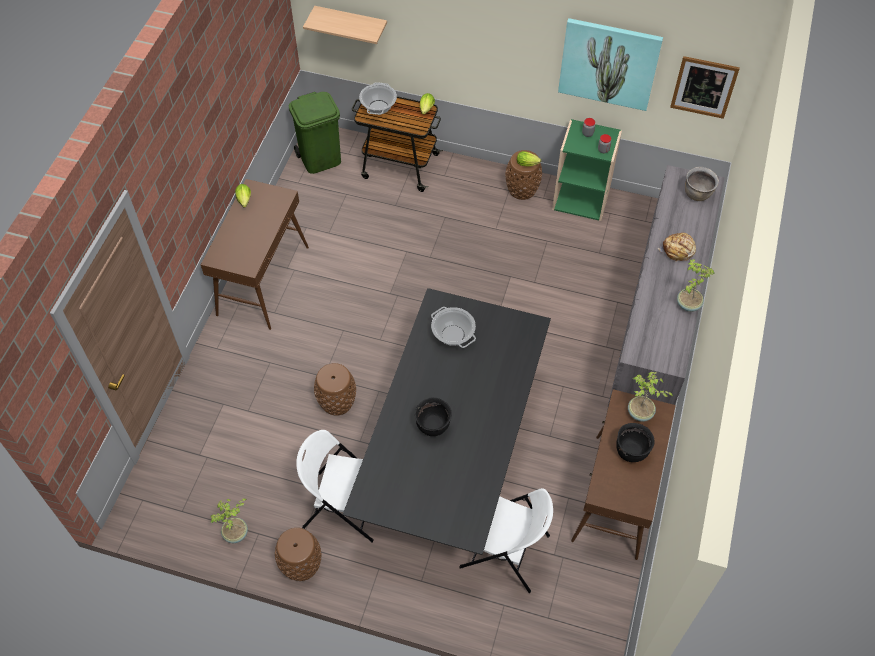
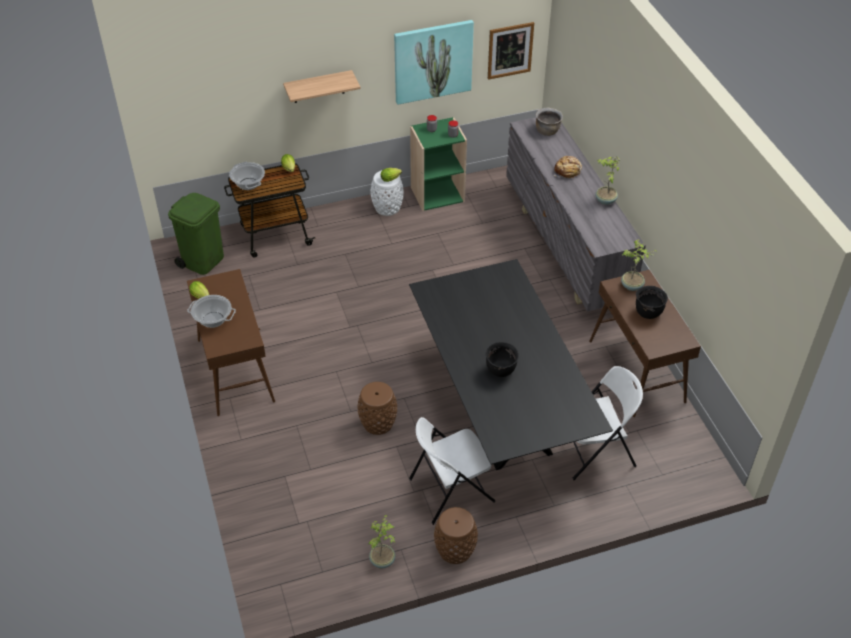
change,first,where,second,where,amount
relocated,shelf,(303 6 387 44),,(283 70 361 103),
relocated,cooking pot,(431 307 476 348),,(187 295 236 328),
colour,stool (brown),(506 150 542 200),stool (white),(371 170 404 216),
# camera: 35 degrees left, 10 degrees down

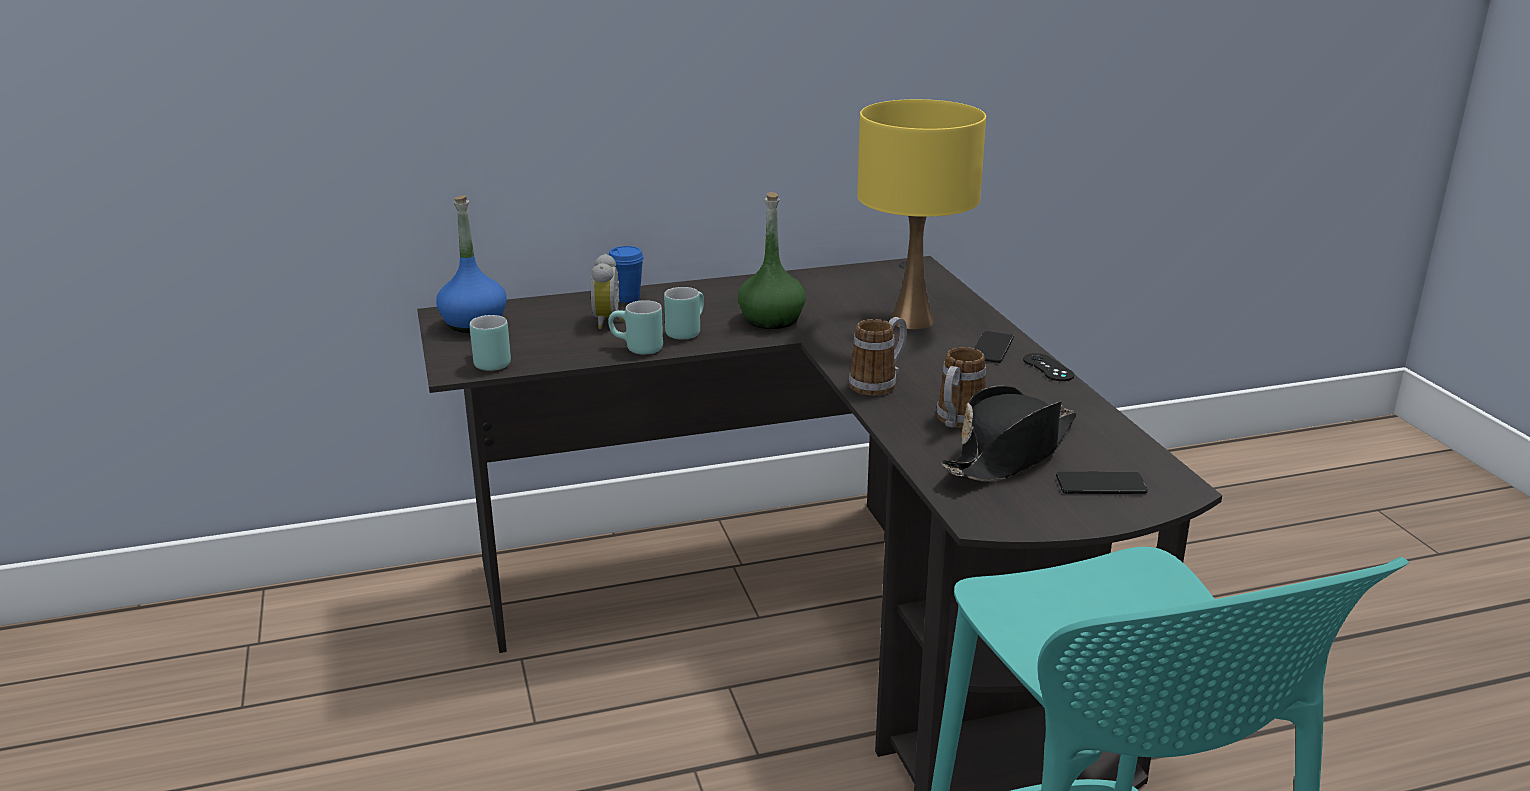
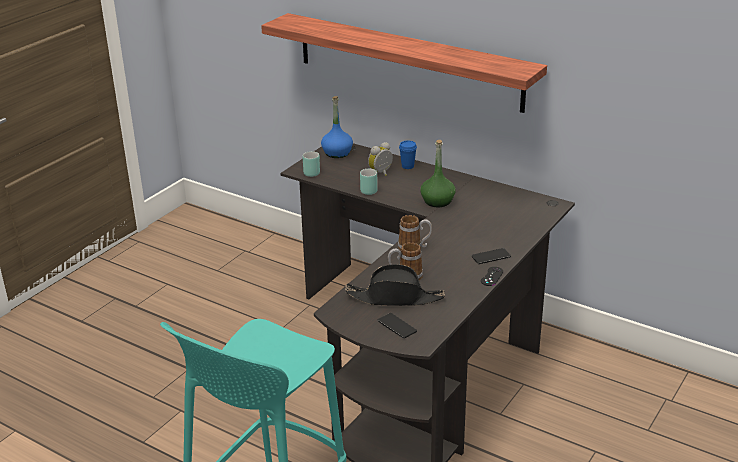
change,first,where,second,where,amount
missing,mug (turquoise),(664 287 704 340),,,
missing,table lamp (yellow),(857 99 986 329),,,
appeared,,,shelf,(261 13 547 113),
# camera: 50 degrees right, 5 degrees up

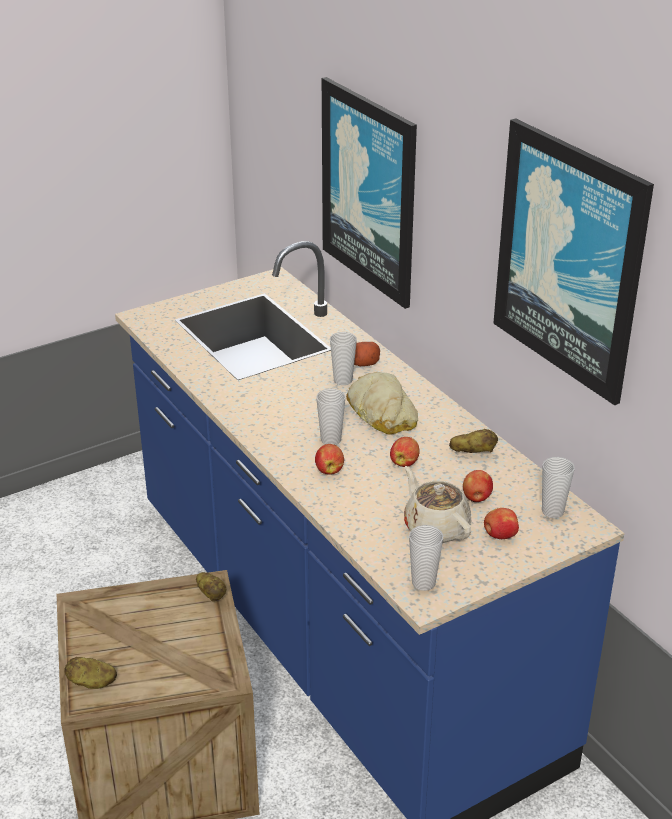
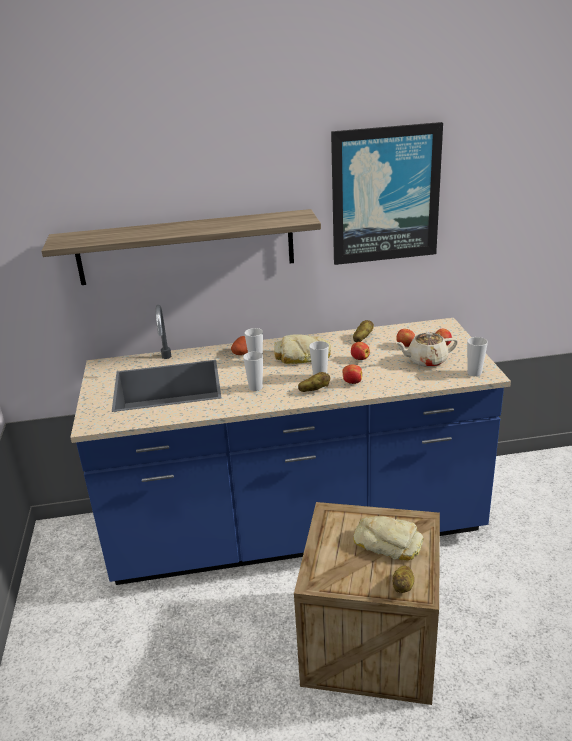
change,first,where,second,where,amount
appeared,,,bread,(354 516 423 561),
relocated,potato,(196 572 226 602),,(298 372 330 392),
relocated,cup,(542 457 575 518),,(243 352 263 391),
exchanged,picture,(322 77 417 309),shelf,(41 209 321 285),
# camera: 65 degrees left, 5 degrees down

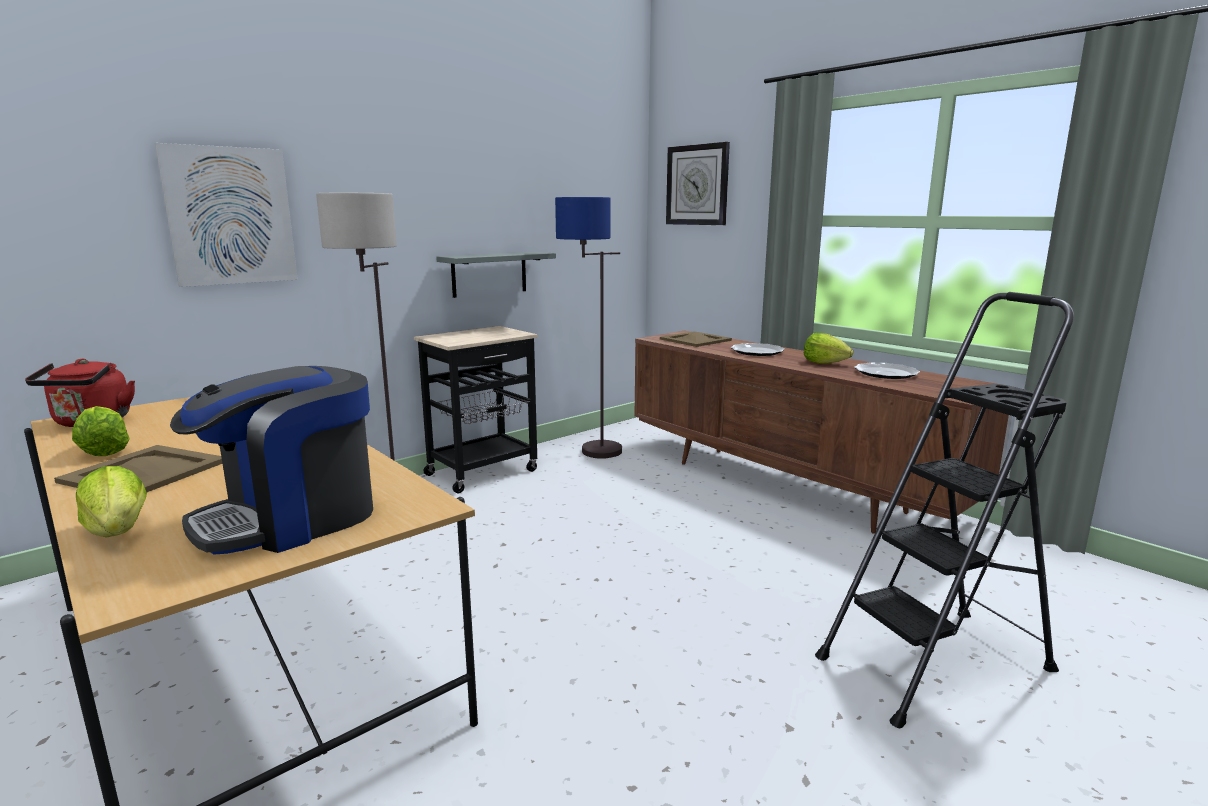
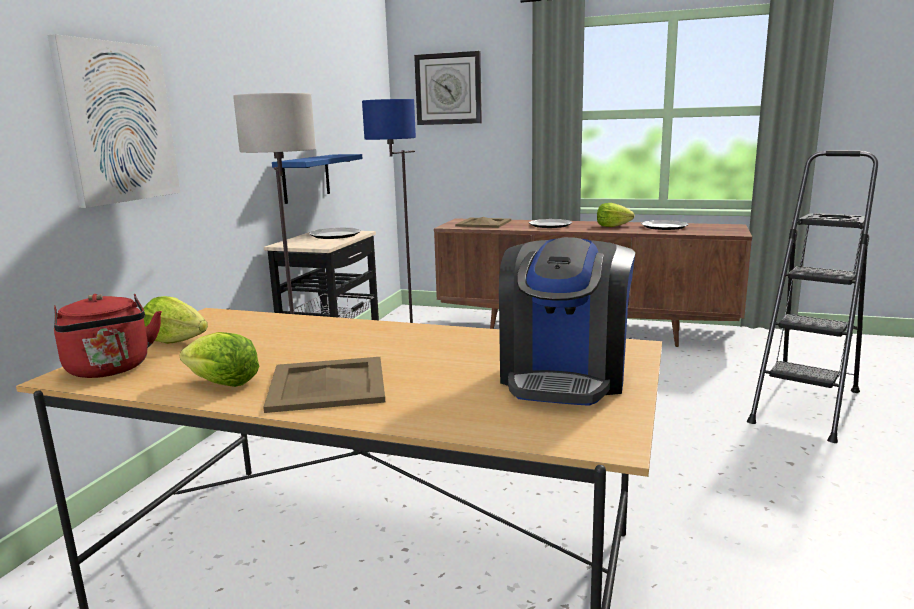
change,first,where,second,where,amount
appeared,,,plate,(309 227 361 239),
relocated,lettuce,(76 466 147 537),,(143 296 208 344),
colour,shelf (grey),(436 252 556 298),shelf (blue),(272 154 363 204),
# camera: 30 degrees left, 0 degrees up

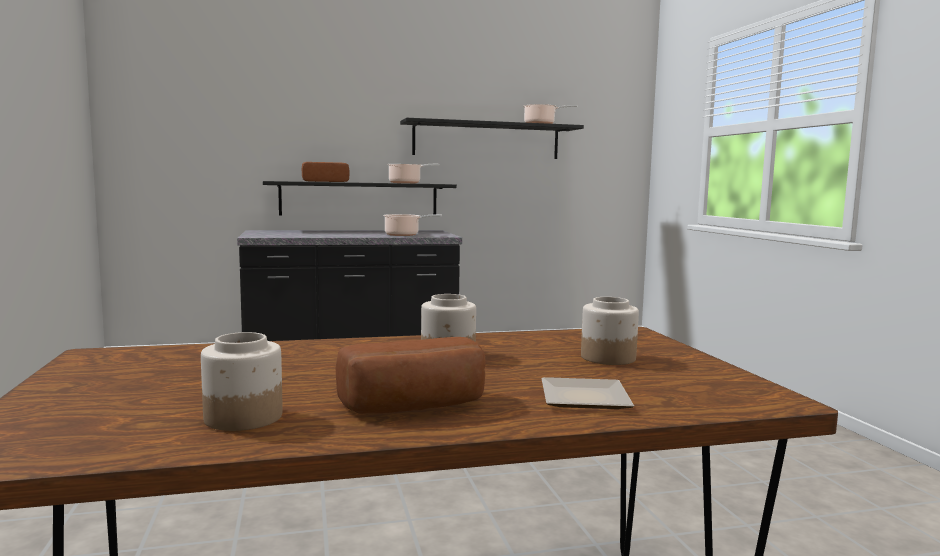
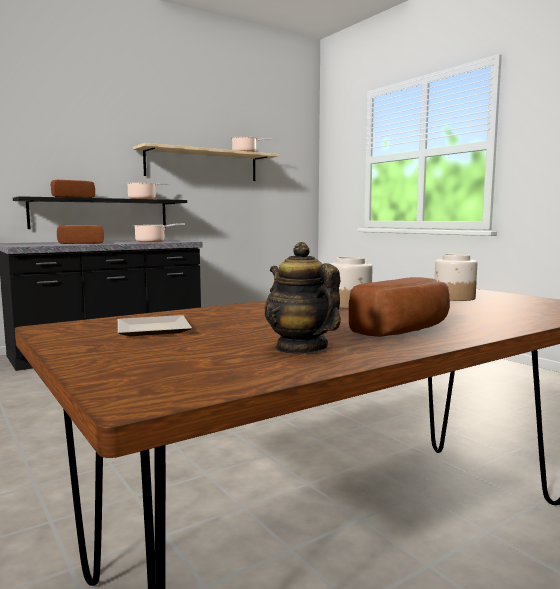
change,first,where,second,where,amount
appeared,,,bread,(57 225 104 244),
relocated,plate,(541 377 634 409),,(118 315 192 336),
exchanged,jar,(201 332 283 431),teapot,(265 242 341 354),
colour,shelf (black),(400 118 584 159),shelf (beige),(133 143 279 181),
# camera: 20 degrees left, 0 degrees up

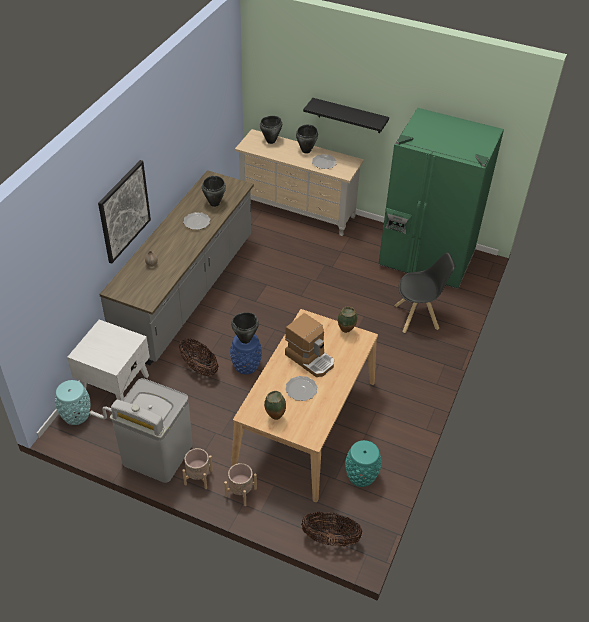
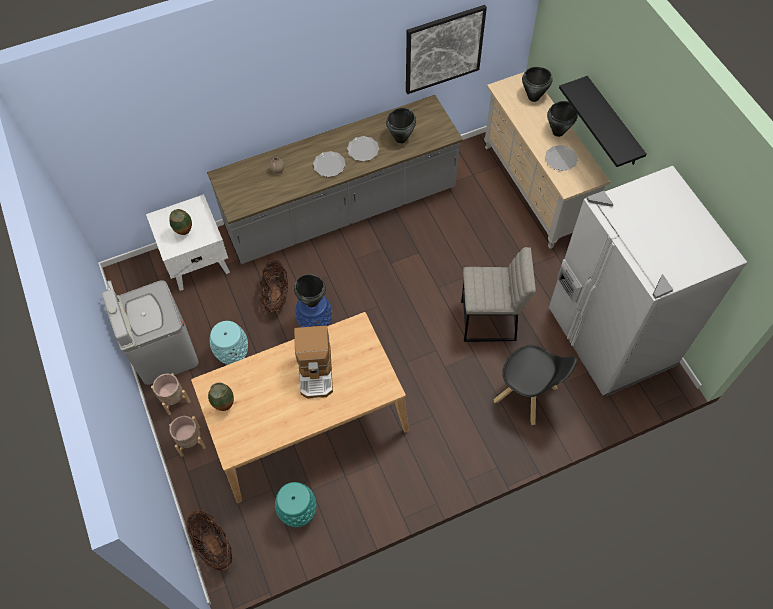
change,first,where,second,where,amount
appeared,,,chair (grey),(461 247 536 342),
relocated,stool (turquoise),(55 380 90 425),,(210 321 248 365),
relocated,picture,(98 160 151 264),,(406 5 487 94),
relocated,plate,(285 376 317 401),,(313 151 346 177),
relocated,vase,(338 306 357 333),,(169 209 192 235),
colour,fridge (green),(379 108 504 289),fridge (white),(549 166 747 396),
# camera: 45 degrees right, 15 degrees up

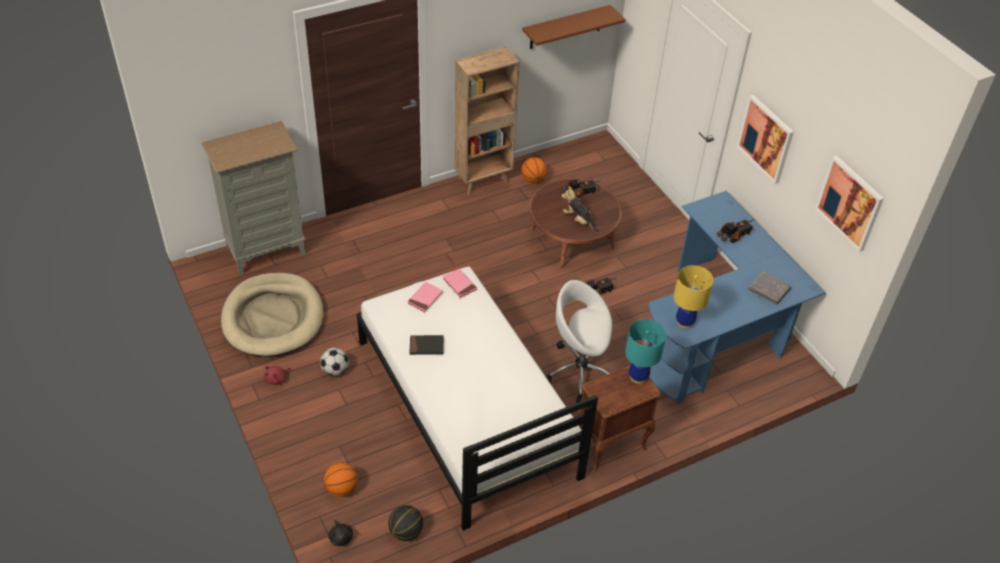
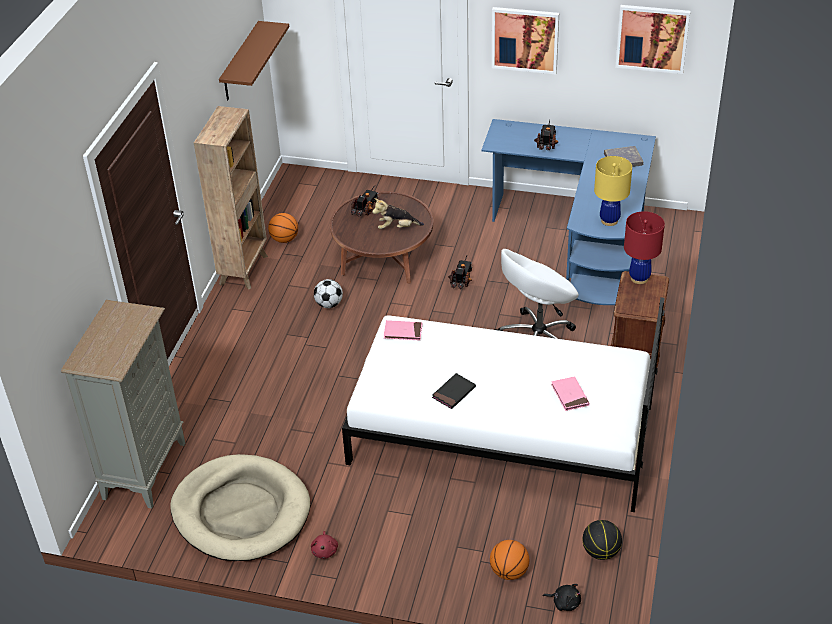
change,first,where,second,where,amount
relocated,football,(320 348 348 376),,(314 279 343 308),
relocated,book (pink),(407 282 443 313),,(551 376 590 411),
colour,table lamp (turquoise),(625 319 666 384),table lamp (red),(624 211 665 284),
# camera: 45 degrees left, 5 degrees down

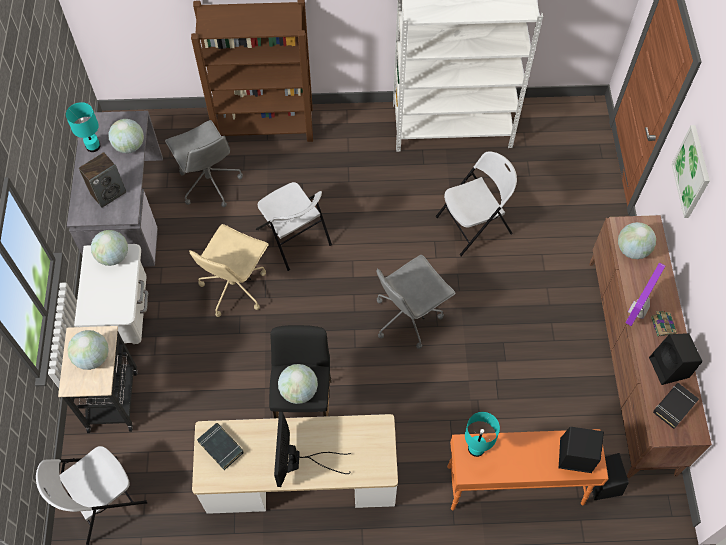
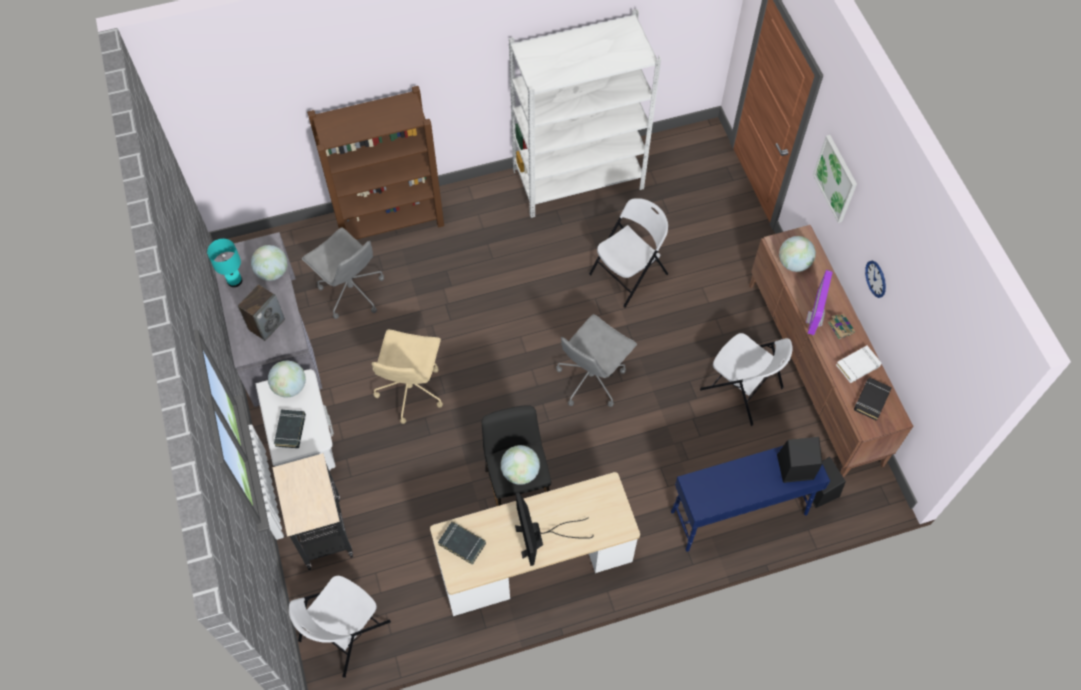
change,first,where,second,where,amount
missing,globe,(67 330 109 370),,,
missing,table lamp (turquoise),(465 412 500 457),,,
appeared,,,book (black),(274 410 306 448),
appeared,,,wall clock,(865 261 886 298),
relocated,chair (white),(256 182 332 271),,(700 333 793 426),
exchanged,speaker (black),(649 333 702 385),book (white),(836 346 882 383),
colour,console table (orange),(447 429 608 510),console table (blue),(671 445 830 552),
# camera: 15 degrees left, 0 degrees up

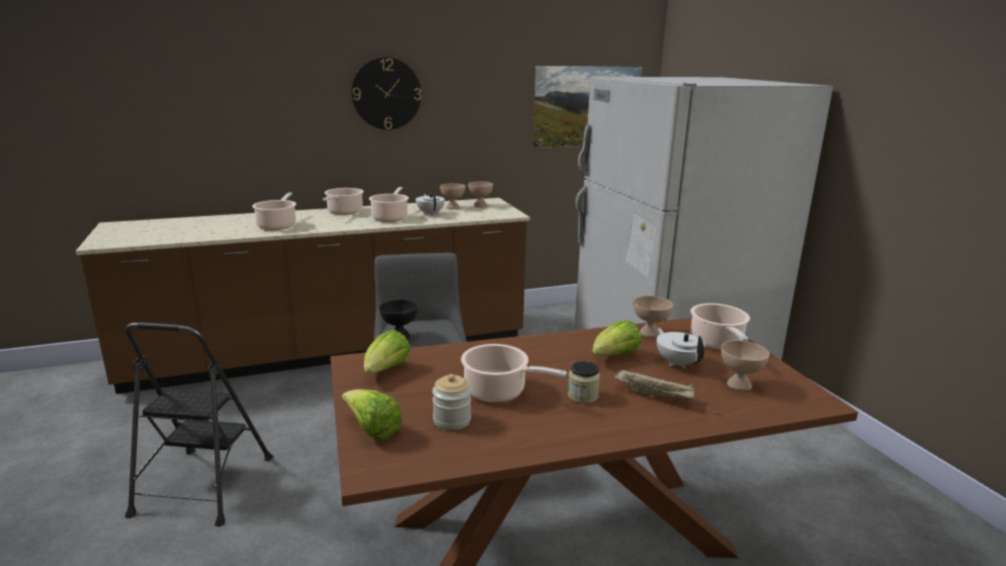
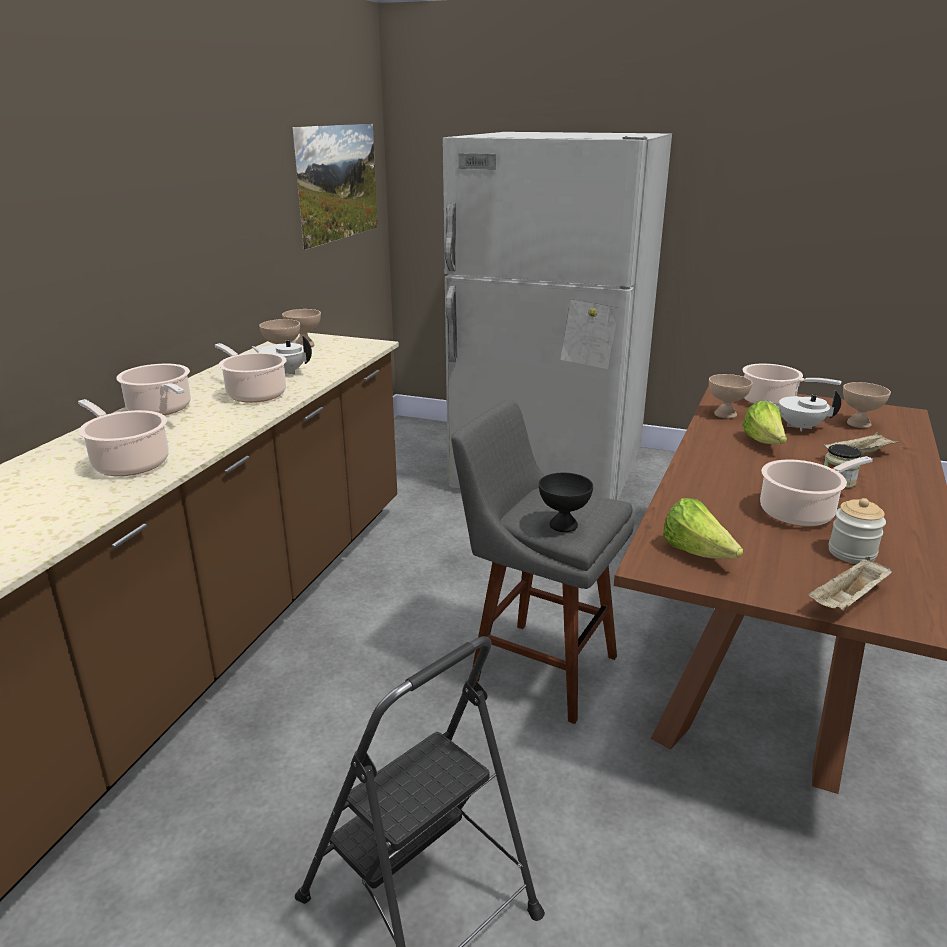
change,first,where,second,where,amount
missing,wall clock,(351 57 421 130),,,
exchanged,lettuce,(342 389 402 441),tray (beige),(809 557 893 611),
# camera: 50 degrees left, 5 degrees up

